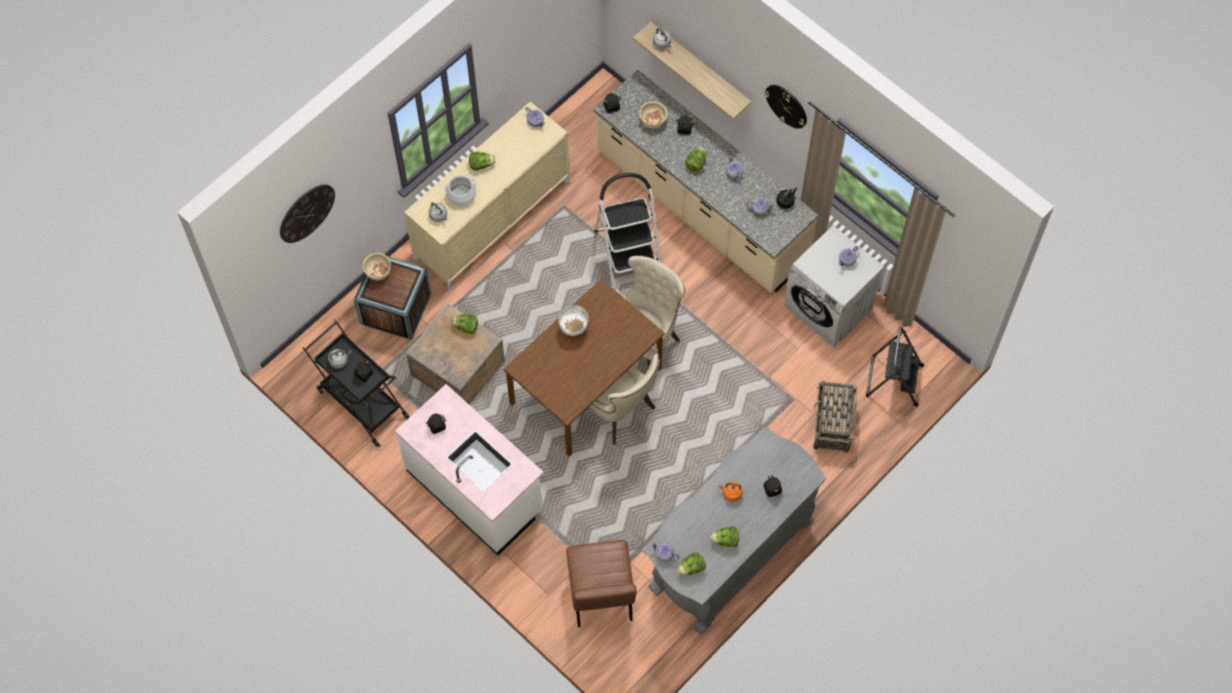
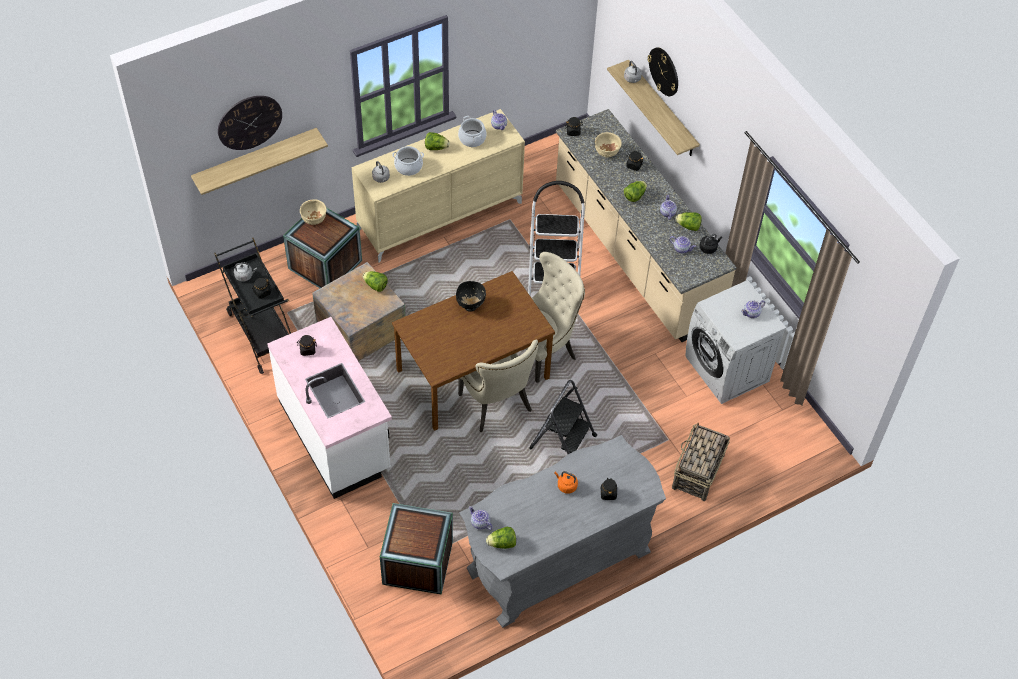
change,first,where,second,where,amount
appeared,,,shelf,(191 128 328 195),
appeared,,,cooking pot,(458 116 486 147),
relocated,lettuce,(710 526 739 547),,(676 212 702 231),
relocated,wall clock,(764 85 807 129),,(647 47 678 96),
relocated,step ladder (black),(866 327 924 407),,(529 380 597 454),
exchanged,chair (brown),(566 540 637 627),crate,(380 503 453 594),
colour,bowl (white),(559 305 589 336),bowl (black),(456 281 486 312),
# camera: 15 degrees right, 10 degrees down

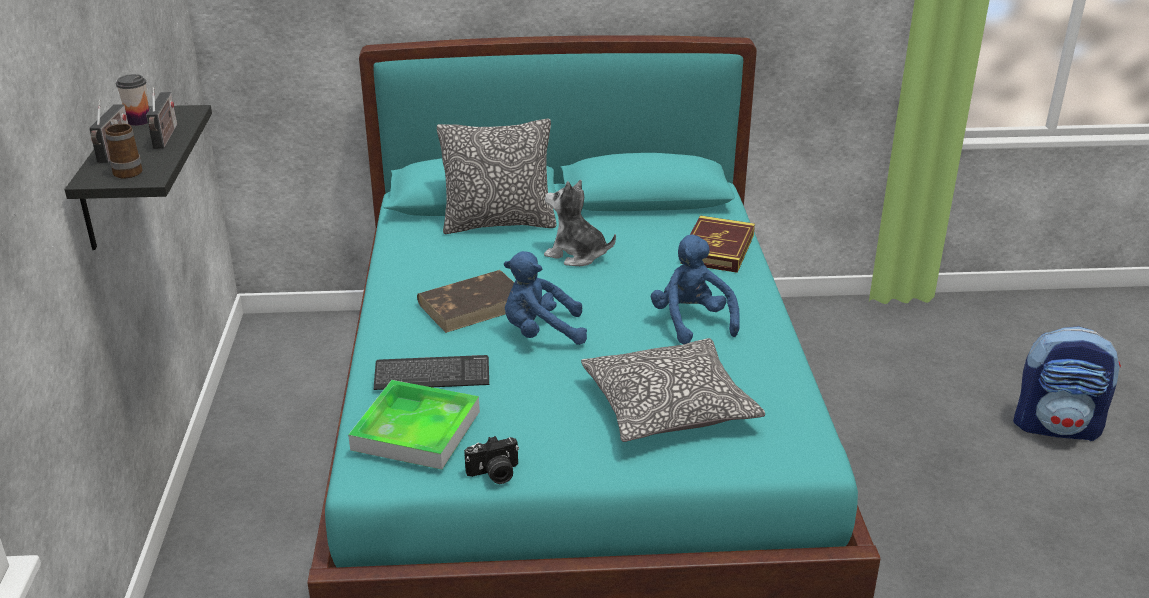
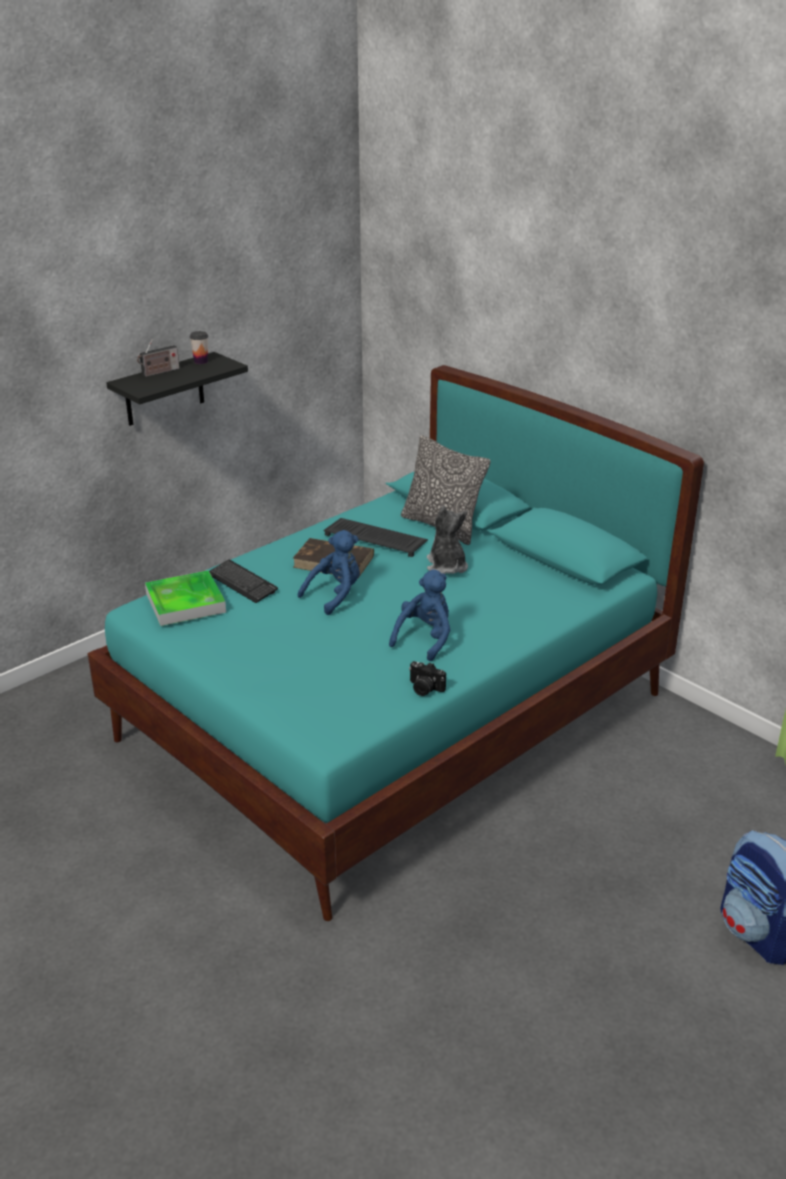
change,first,where,second,where,amount
missing,mug,(105 119 143 178),,,
missing,radio,(146 87 177 149),,,
missing,pillow,(581 338 765 442),,,
missing,book,(680 216 755 273),,,
appeared,,,keyboard,(323 518 428 557),
relocated,photo camera,(464 436 519 484),,(409 661 446 696),
spun,plush toy (blue),(504 251 587 345),,(298 530 360 615),90 degrees clockwise
# camera: 50 degrees right, 0 degrees up

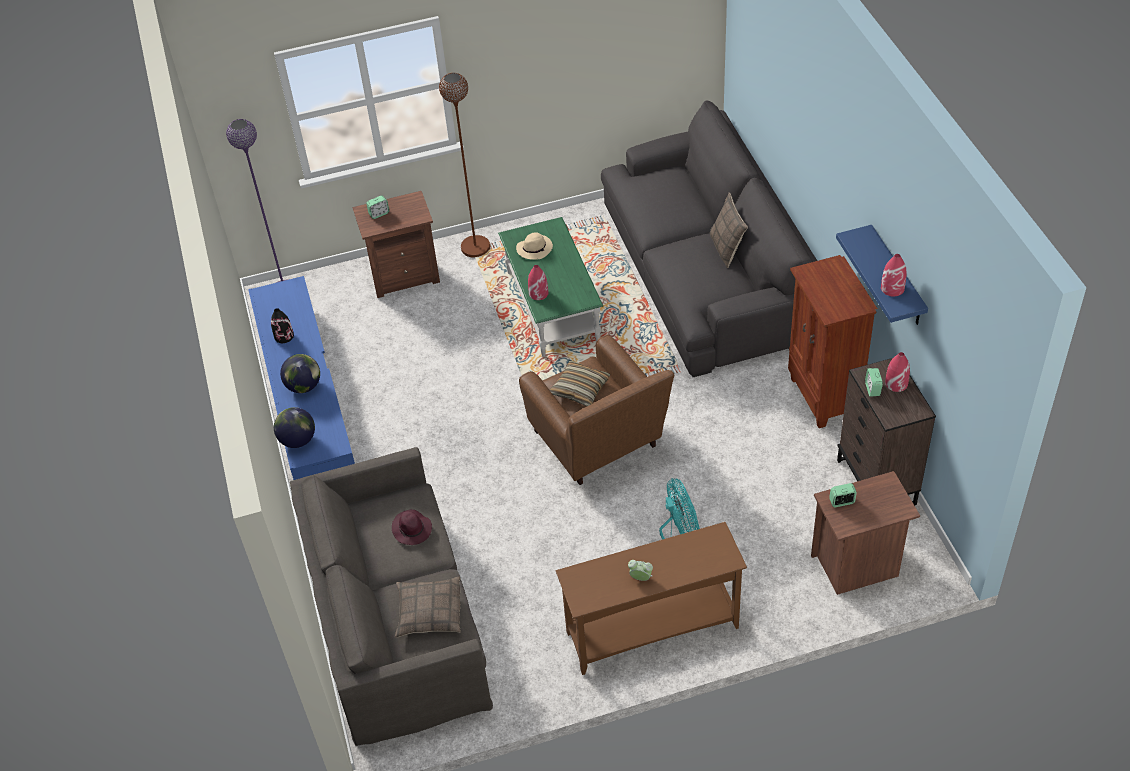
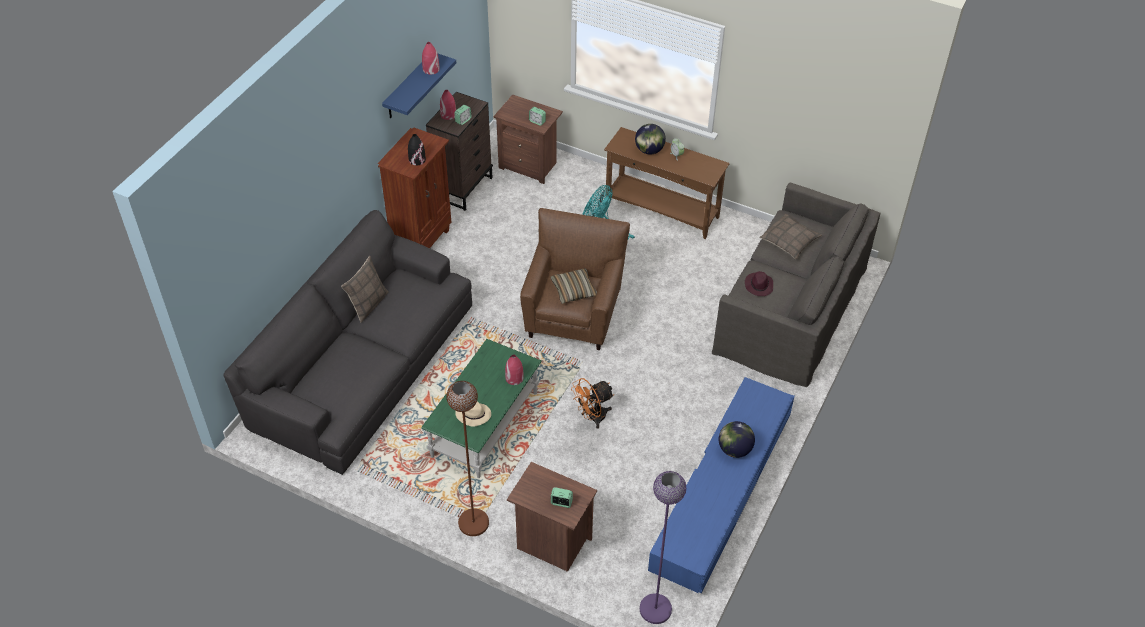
change,first,where,second,where,amount
appeared,,,fan (orange),(571 378 614 429),
relocated,vase (black),(271 308 294 343),,(408 134 426 166),
relocated,globe,(274 407 315 448),,(635 124 666 154),
# camera: 140 degrees left, 0 degrees up

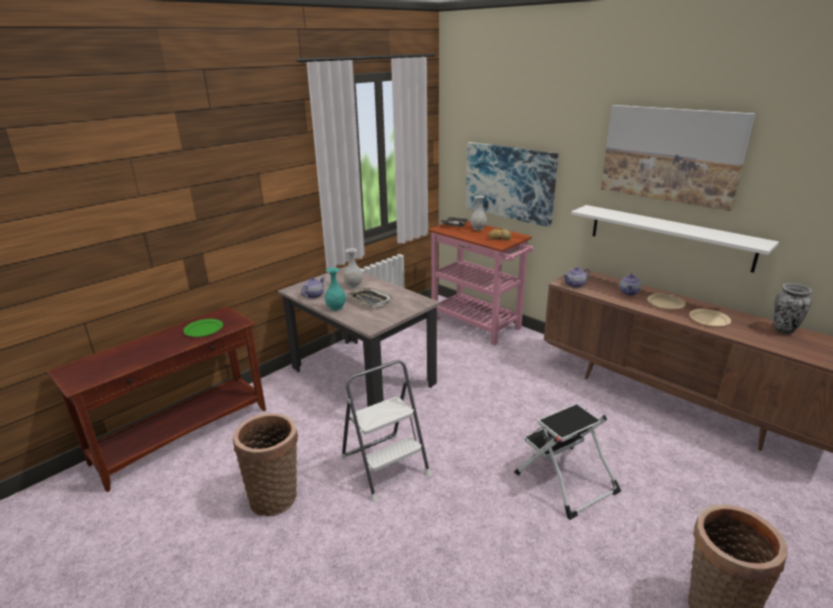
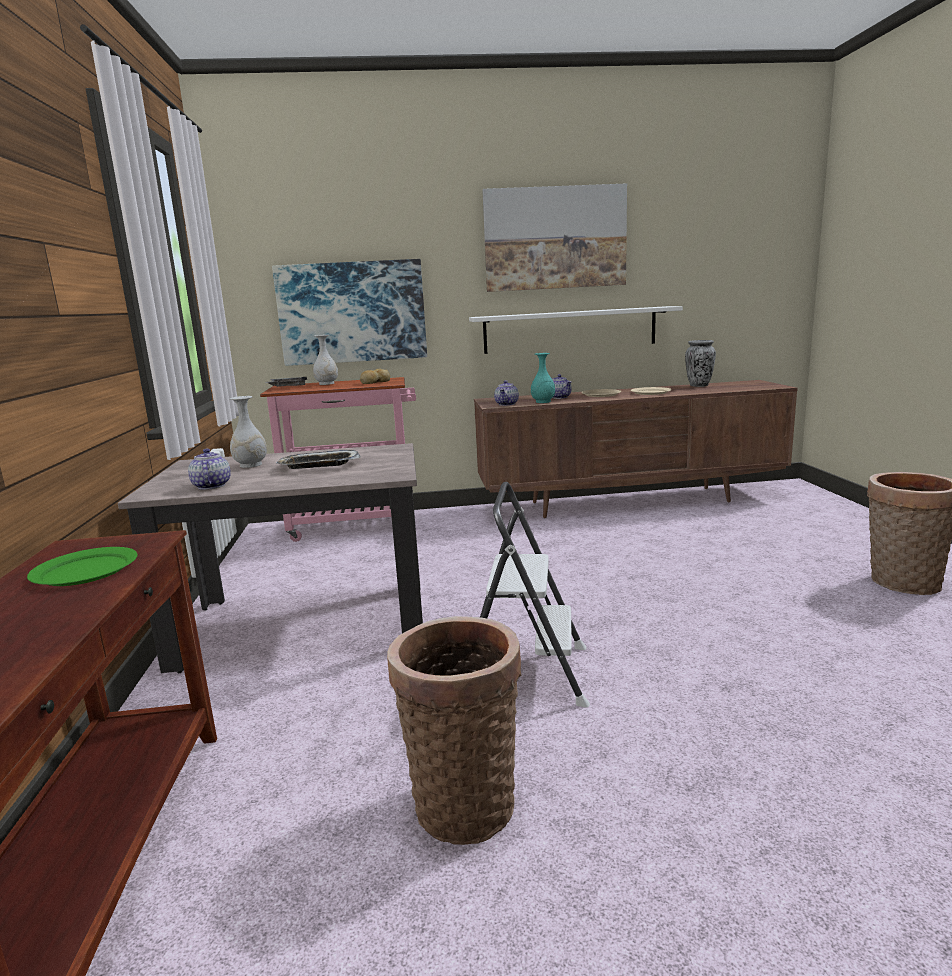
change,first,where,second,where,amount
missing,step ladder,(514 404 621 520),,,
relocated,vase (turquoise),(325 267 346 311),,(531 353 555 403),
# camera: 50 degrees left, 10 degrees down

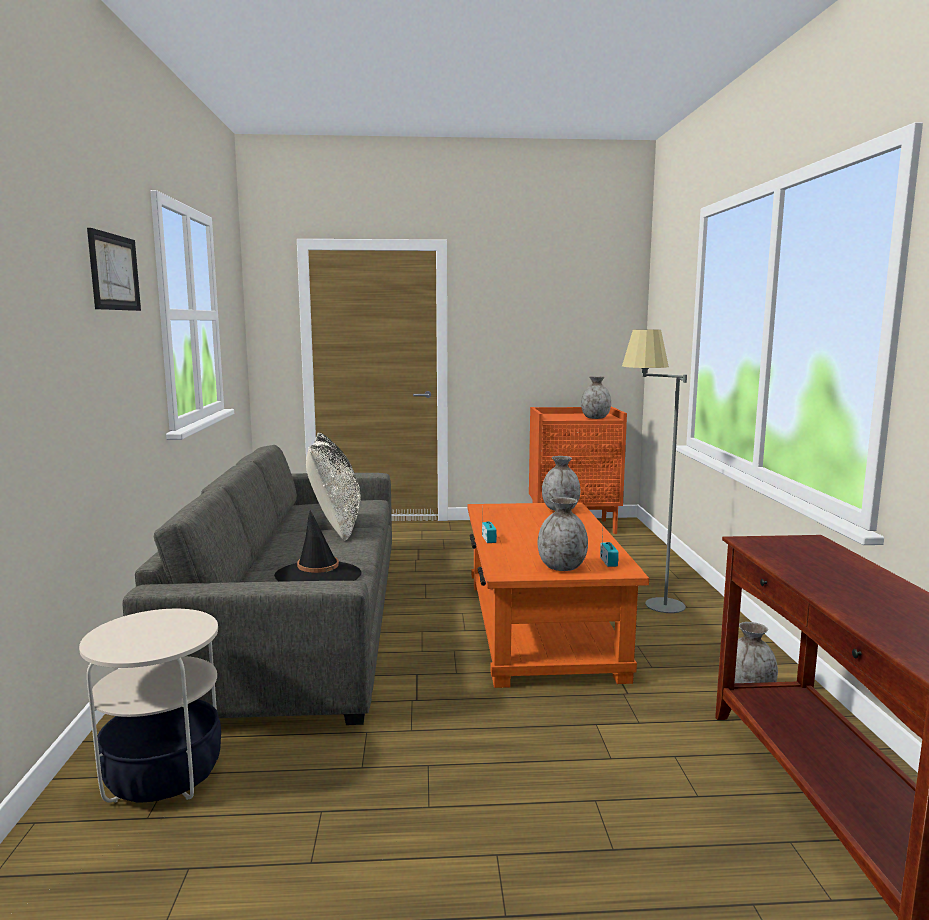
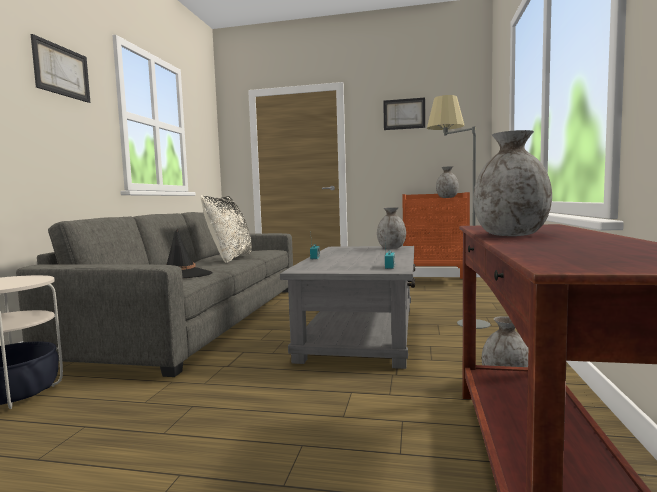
change,first,where,second,where,amount
appeared,,,picture,(383 98 425 130),
relocated,vase (grey),(538 497 588 571),,(473 130 552 236),
colour,coffee table (orange),(468 502 649 688),coffee table (grey),(280 246 415 369),
# camera: 15 degrees right, 5 degrees down

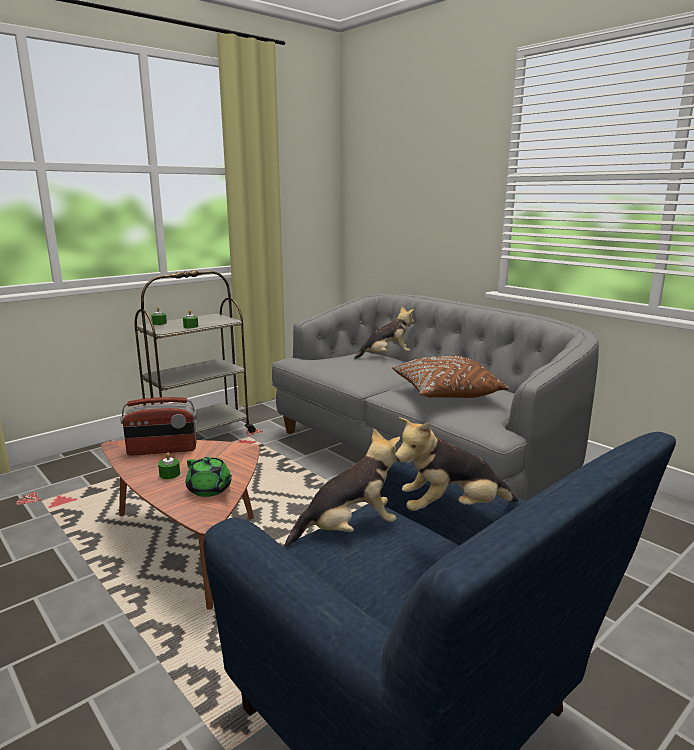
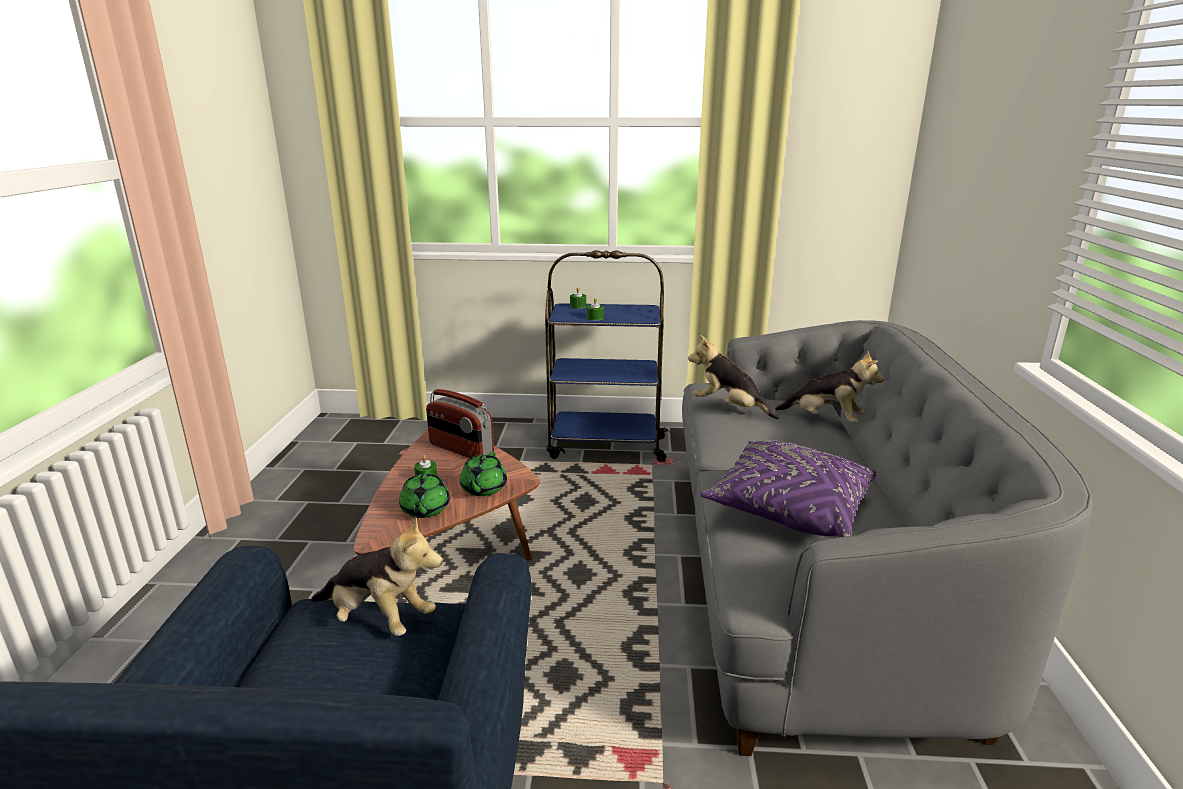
change,first,where,second,where,amount
appeared,,,teapot (green),(460 452 507 496),
relocated,plush toy,(395 417 519 511),,(688 335 780 419),
colour,cart (grey),(135 270 256 433),cart (blue),(545 250 670 462),
colour,pillow (brown),(392 356 509 398),pillow (purple),(700 440 877 537),
# camera: 45 degrees right, 5 degrees up

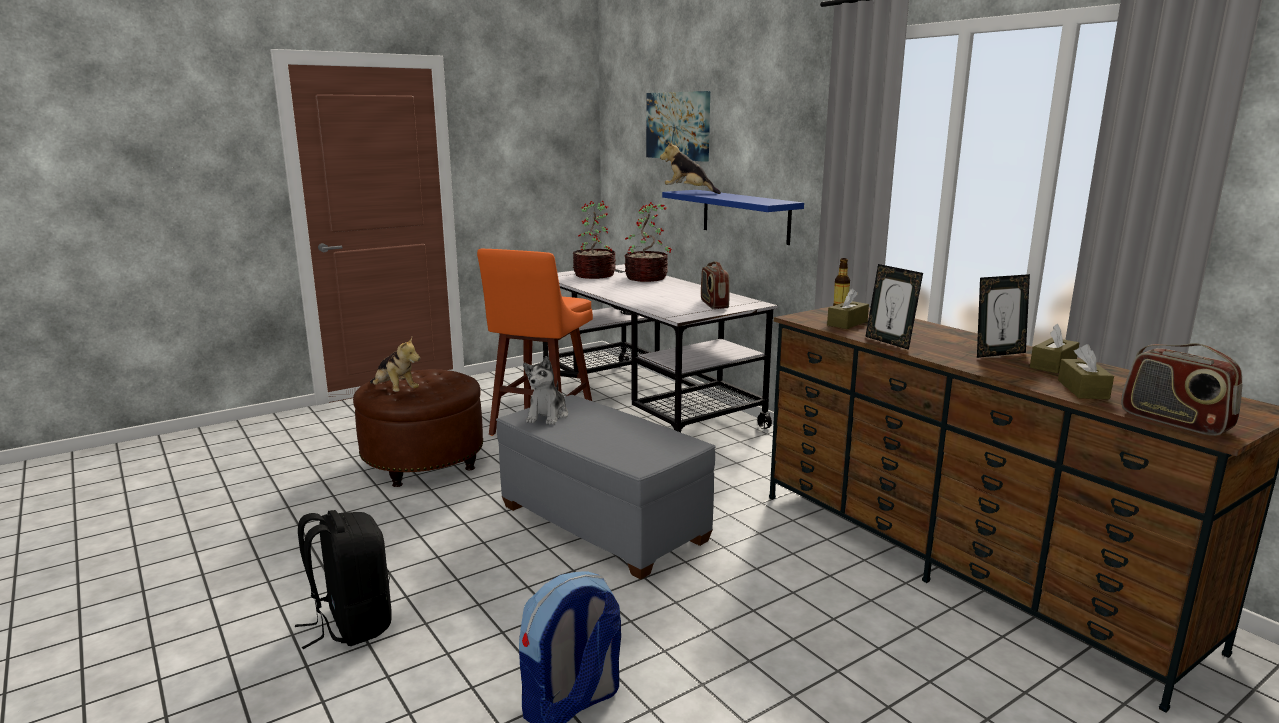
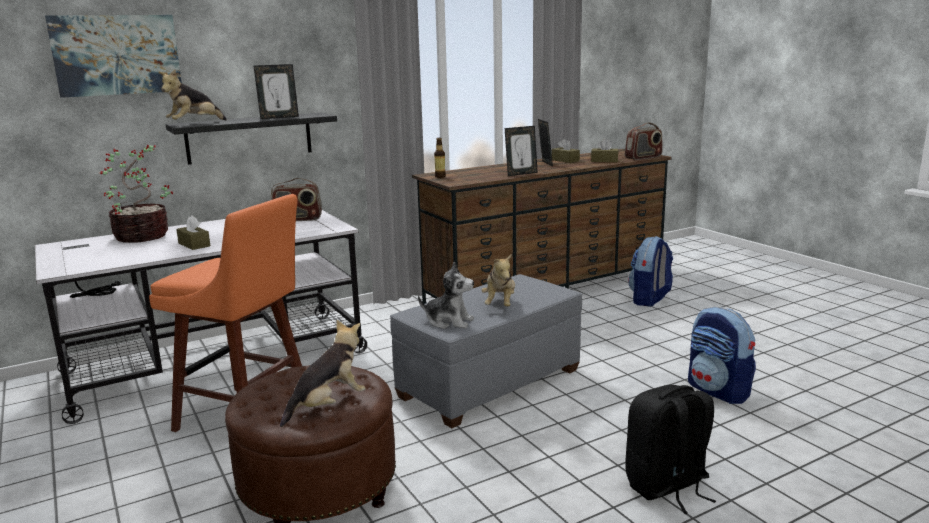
change,first,where,second,where,amount
missing,potted plant,(572 201 616 279),,,
appeared,,,picture frame,(254 64 299 119),
appeared,,,plush toy,(482 255 515 307),
appeared,,,backpack,(628 236 673 307),
relocated,tissue box (brown),(827 289 869 329),,(176 215 210 250),
colour,shelf (blue),(662 190 804 245),shelf (black),(166 112 337 165),
# camera: 85 degrees left, 0 degrees up

